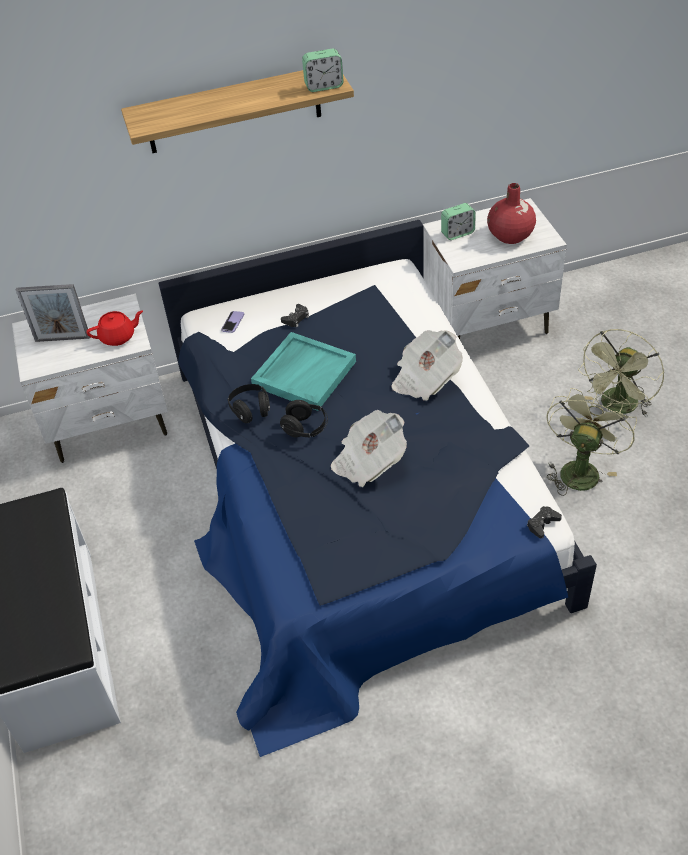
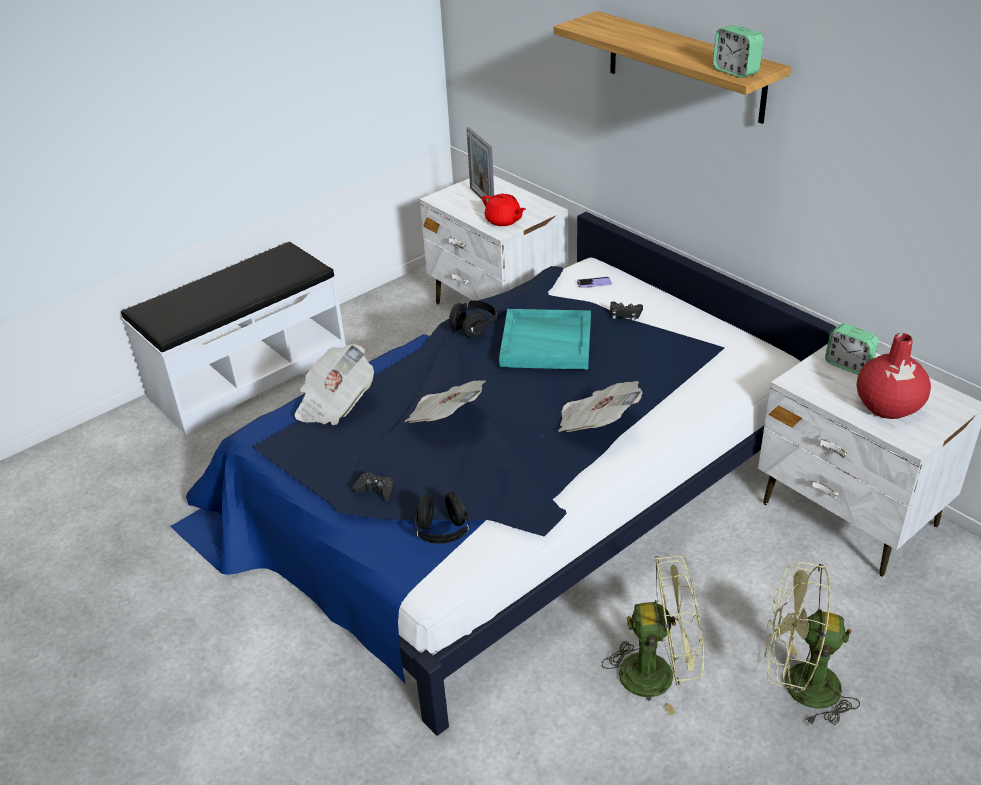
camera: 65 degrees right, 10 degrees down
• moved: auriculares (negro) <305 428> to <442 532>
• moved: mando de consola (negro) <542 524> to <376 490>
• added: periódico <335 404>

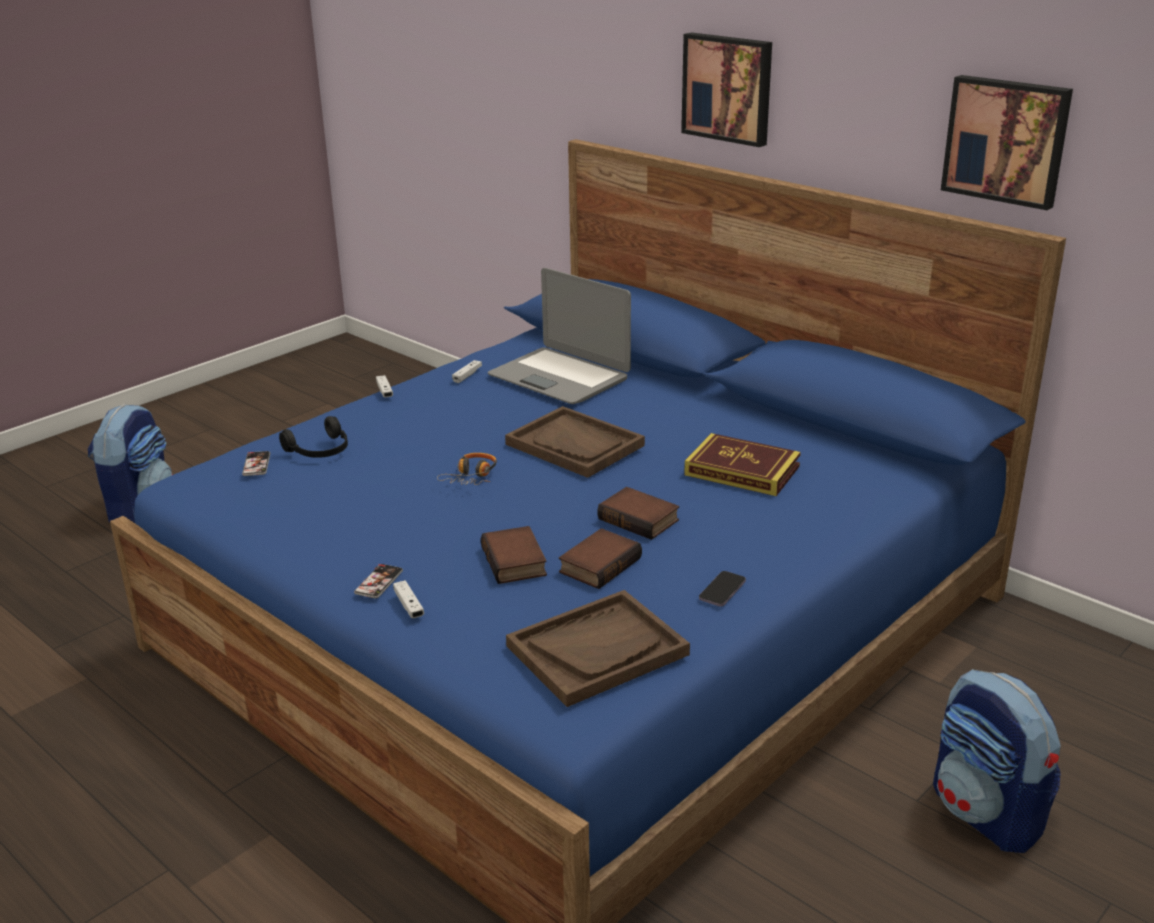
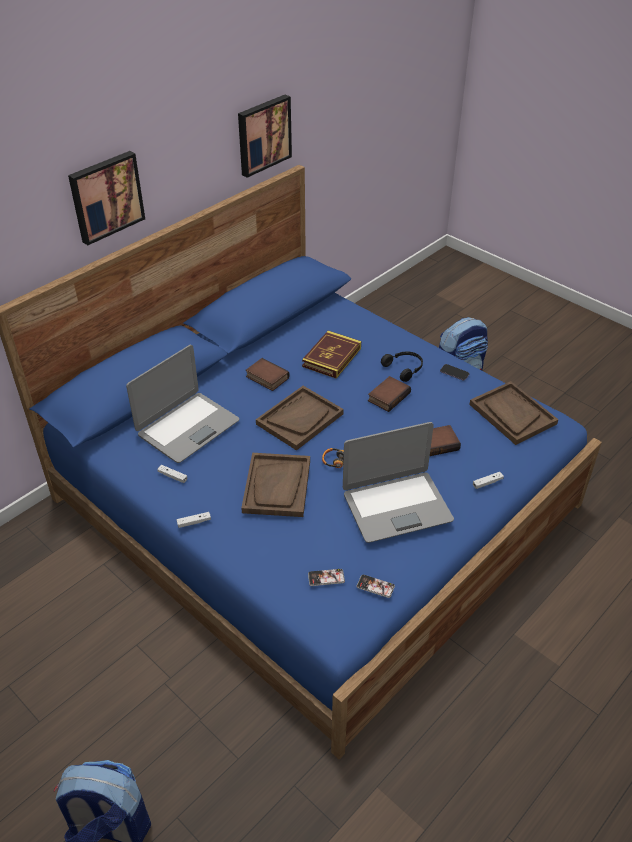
camera: 90 degrees left, 15 degrees up
• moved: auriculares (negro) <320 451> to <404 368>
• moved: libro <599 564> to <266 378>
• moved: móvil <379 582> to <375 586>
• added: portátil <396 506>
• added: bandeja (marrón) <277 486>

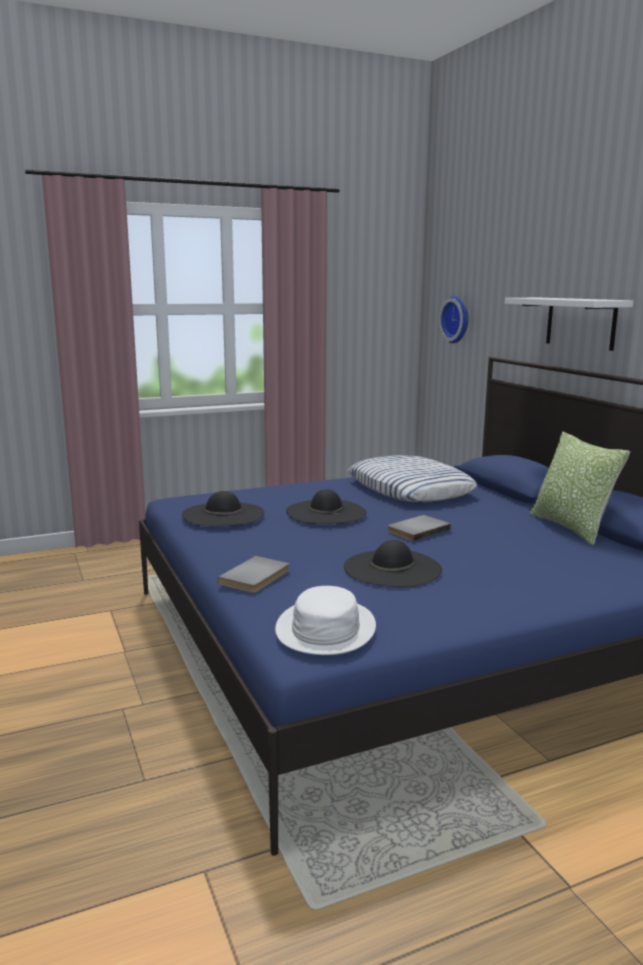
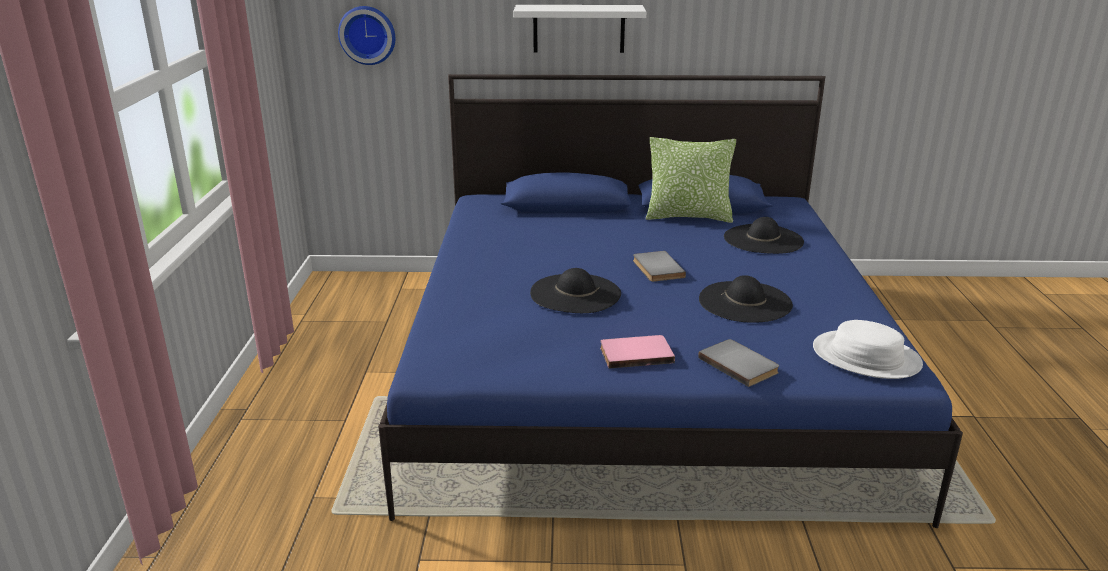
camera: 65 degrees left, 10 degrees up
• removed: cojín <410 489>
• moved: sombrero (negro) <223 514> to <763 239>
• added: libro (rosa) <635 353>

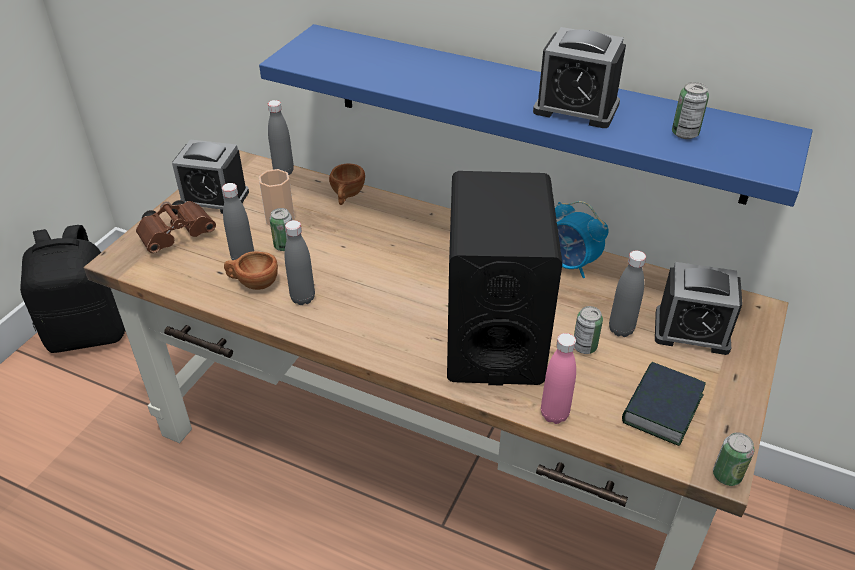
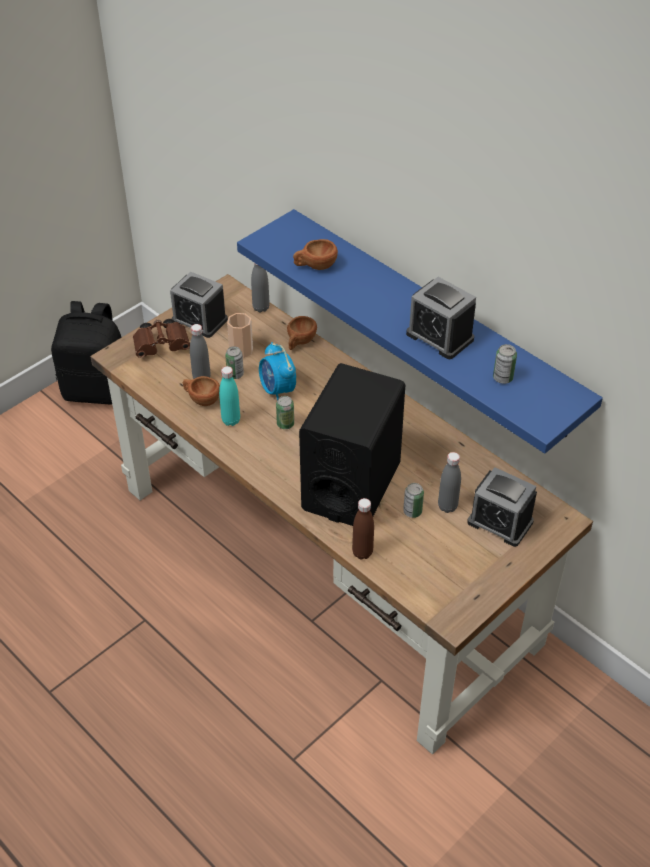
camera: 20 degrees right, 5 degrees up
• moved: despertador <571 264> to <277 390>
• recoloured: botella (gris) <303 298> to botella (turquesa) <231 420>
• recoloured: botella (rosa) <554 414> to botella (marrón) <362 552>
• removed: libro <661 409>
• moved: lata <726 475> to <285 424>
• added: taza (marrón) <315 266>

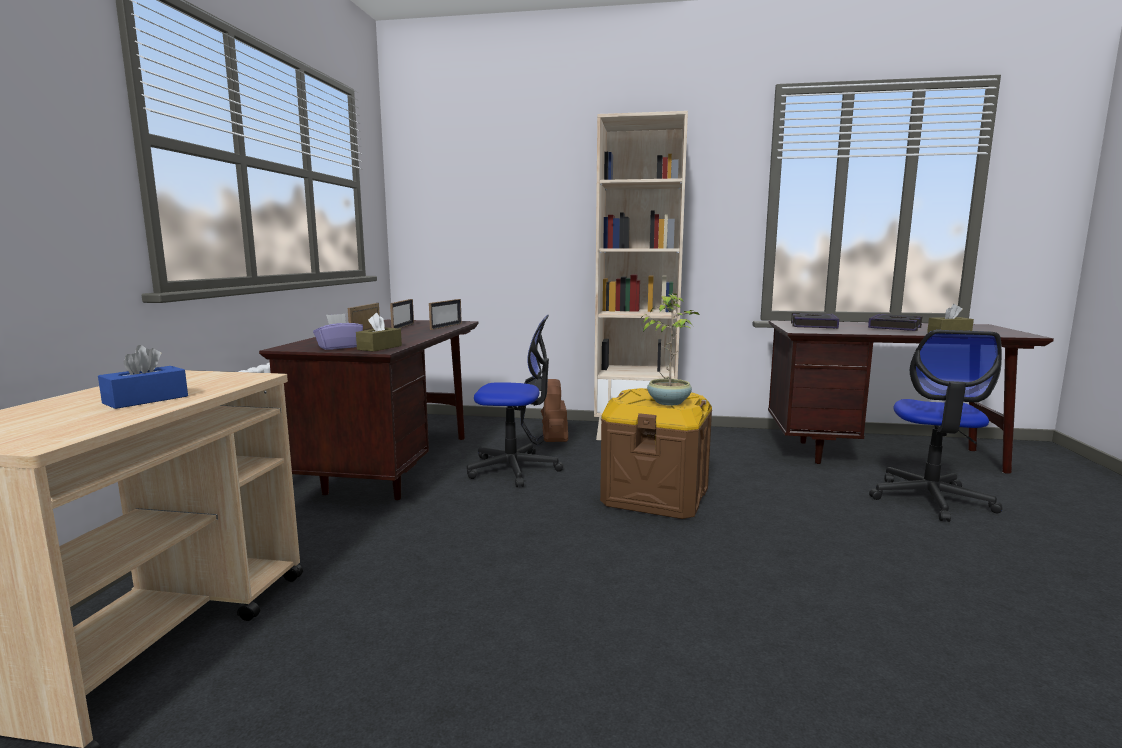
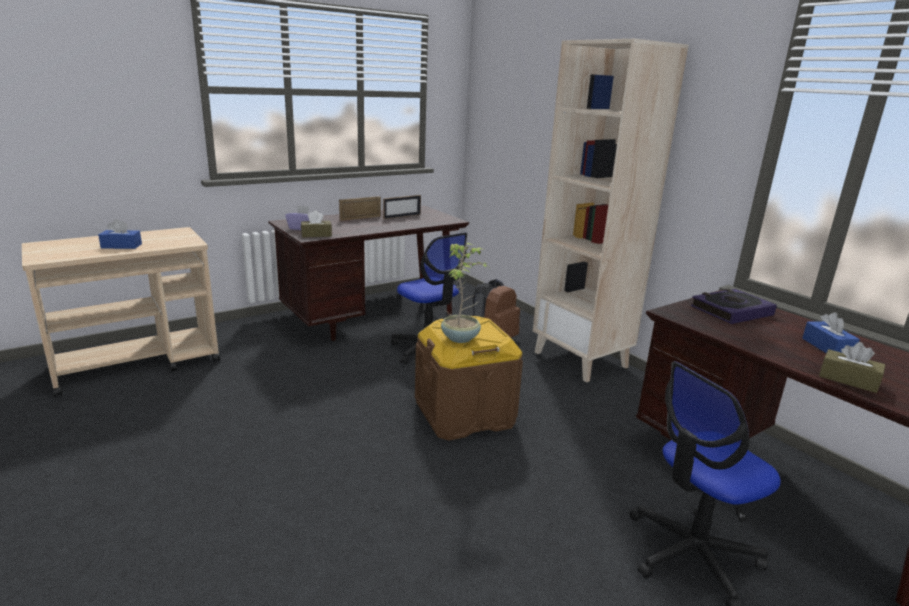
camera: 45 degrees right, 10 degrees up
• removed: portarretratos <446 326>
• replaced: libro <895 327> to caja de pañuelos (azul) <827 347>

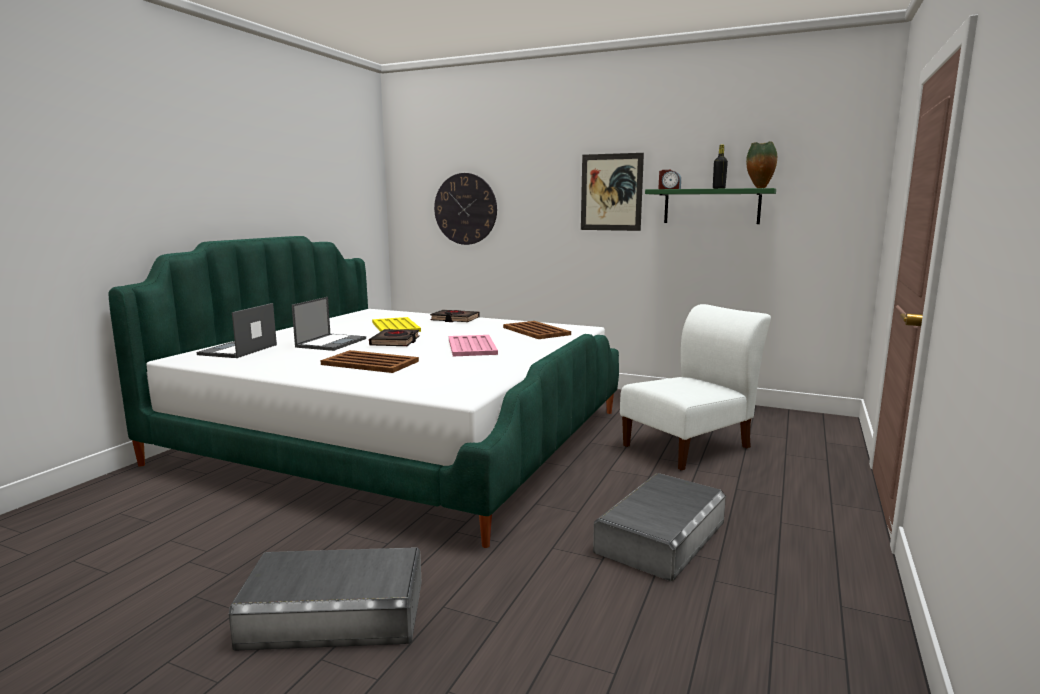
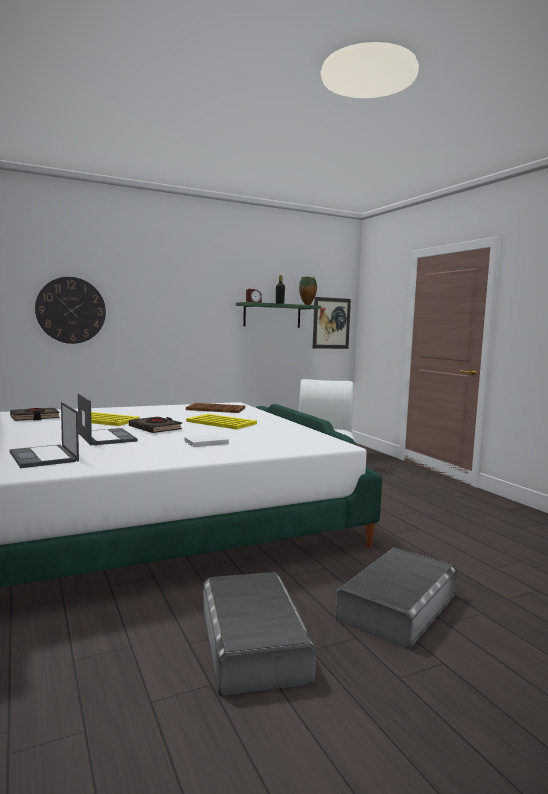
camera: 50 degrees left, 5 degrees down
• moved: cuadro <611 192> to <331 323>
• moved: libro (negro) <455 319> to <35 417>
• recoloured: bandeja (rosa) <471 347> to bandeja (amarillo) <221 423>
• replaced: bandeja (marrón) <369 363> to libro (blanco) <204 442>
• moved: caja de almacenaje (gris) <660 536> to <252 642>

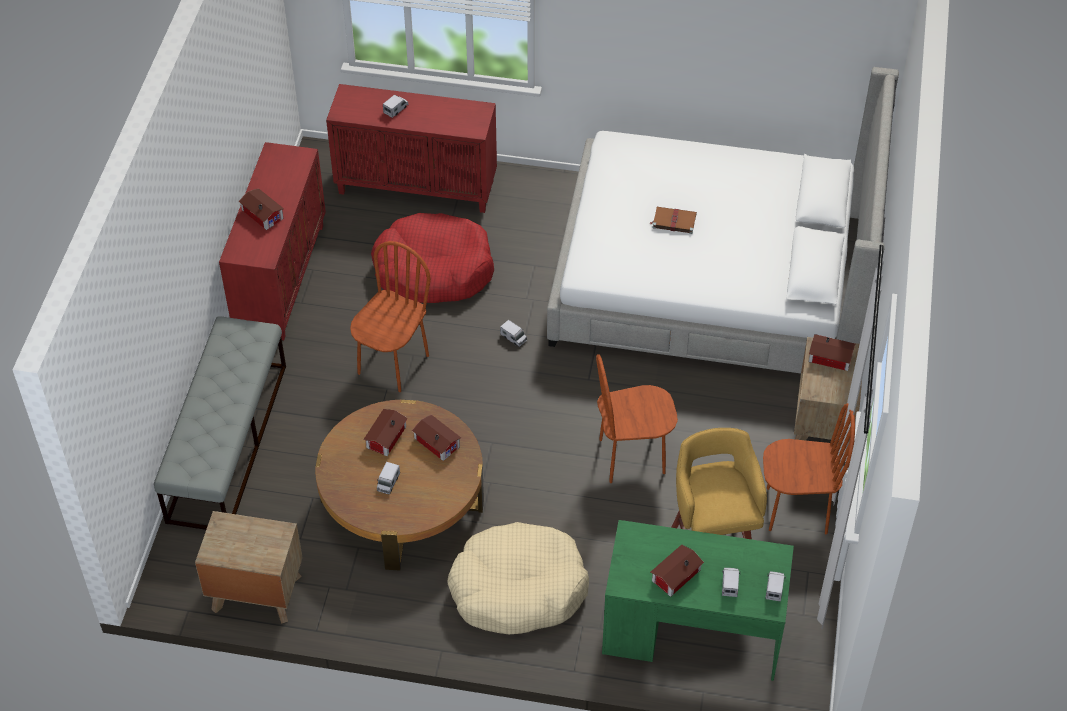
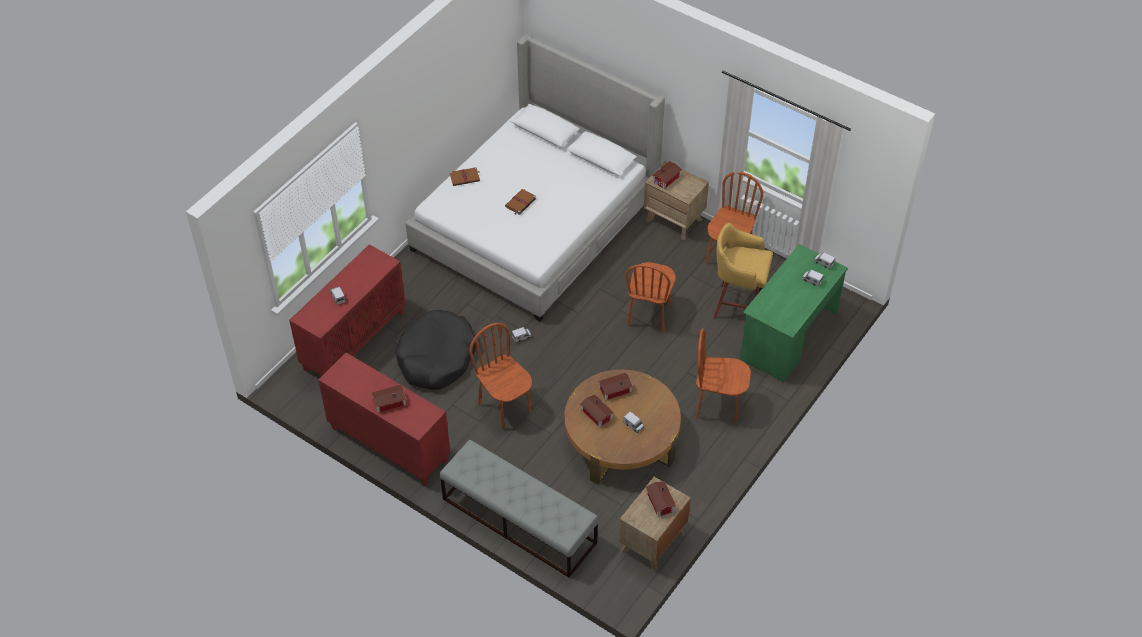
camera: 65 degrees left, 0 degrees up
• recoloured: cama para perro (rojo) <433 270> to cama para perro (negro) <436 358>
• replaced: cama para perro (beis) <518 589> to silla (marrón) <718 405>
• moved: casita <674 575> to <659 503>
• added: libro (marrón) <465 177>

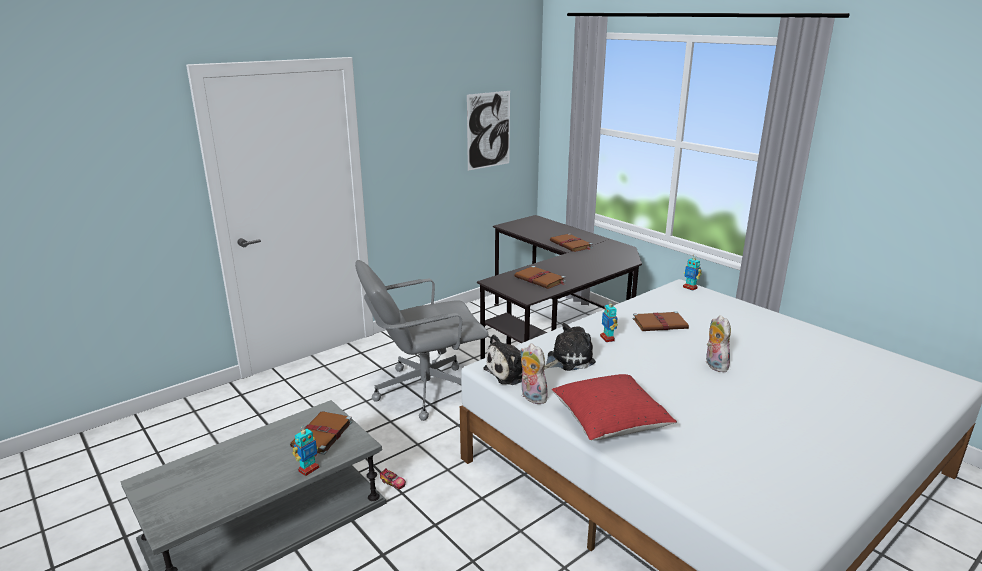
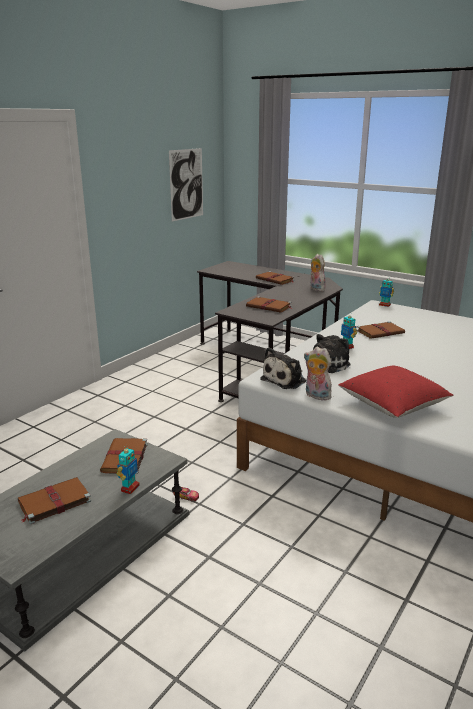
camera: 15 degrees left, 0 degrees up
• removed: silla de oficina (gris) <424 390>
• moved: peluche <714 365> to <316 289>
• added: libro (marrón) <53 502>

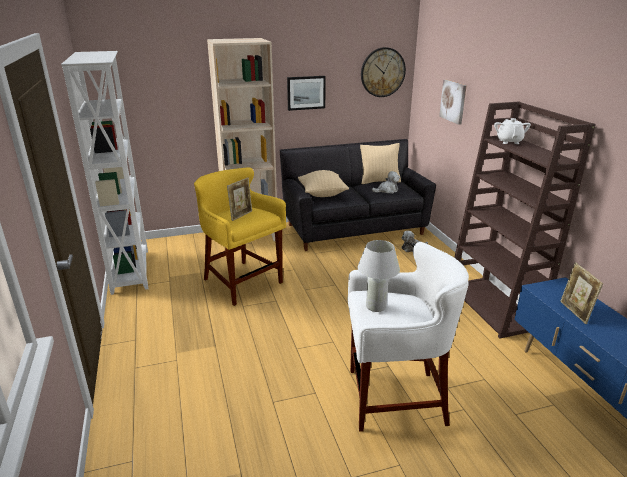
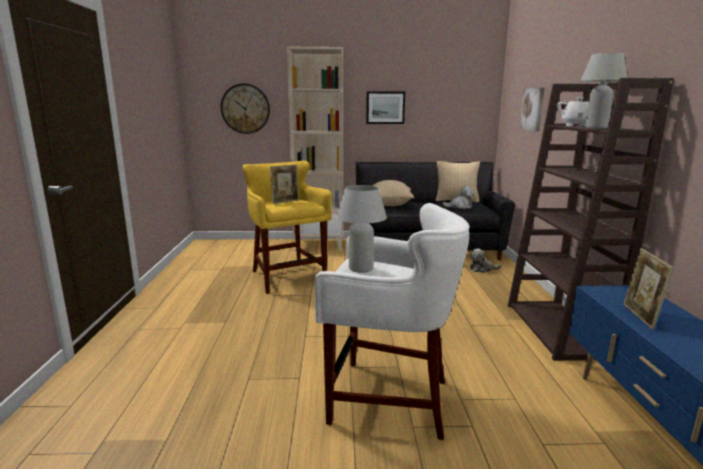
camera: 15 degrees right, 10 degrees down
• moved: reloj de pared <382 72> to <245 108>
• removed: estantería (blanco) <131 270>
• added: lámpara de mesa (blanco) <596 128>

